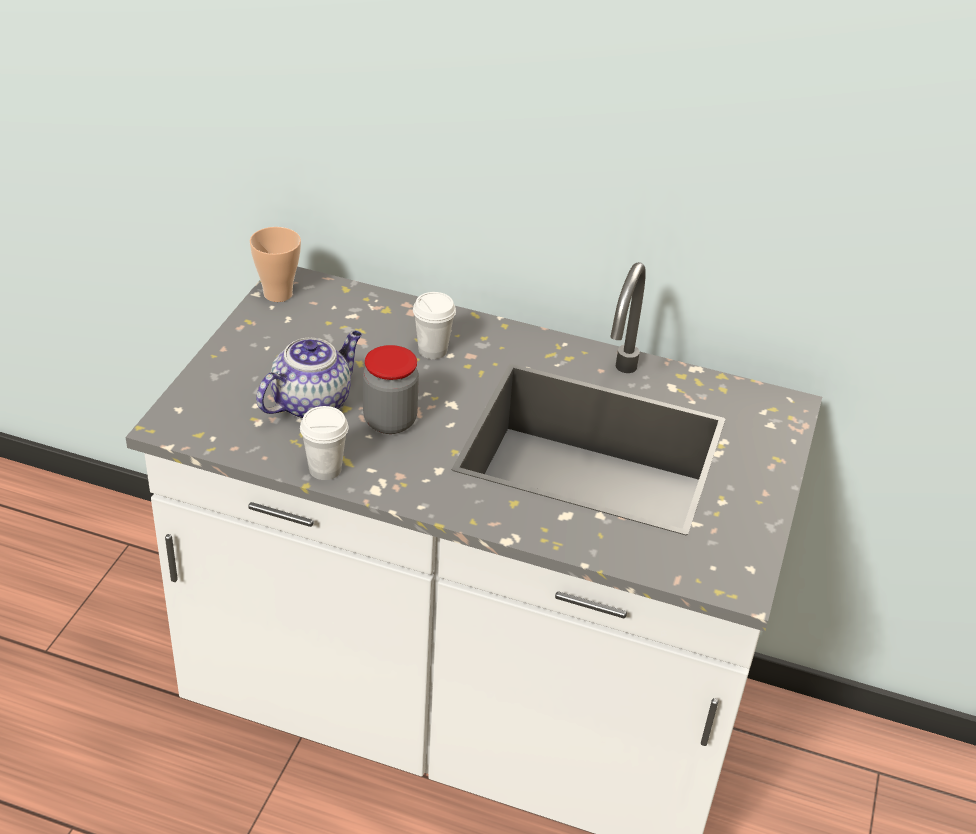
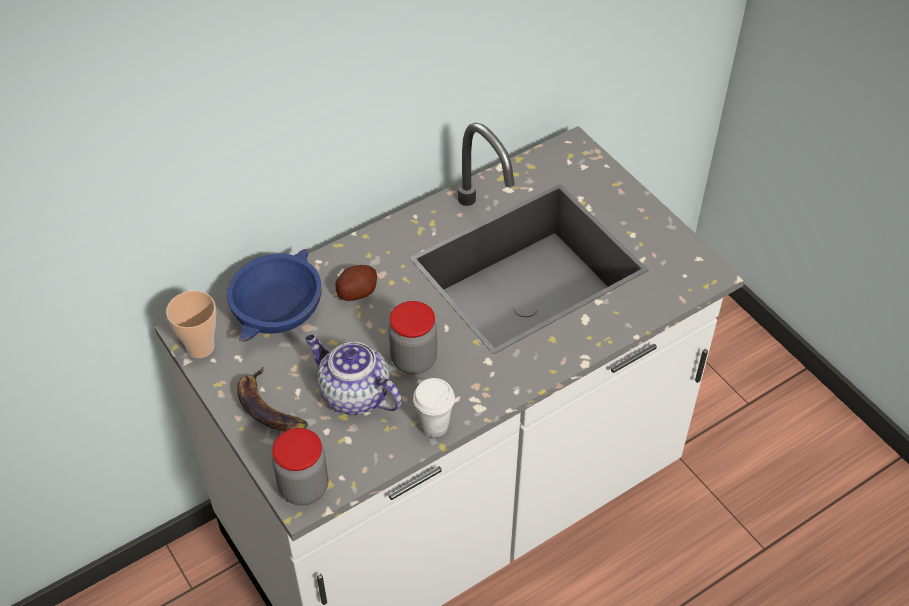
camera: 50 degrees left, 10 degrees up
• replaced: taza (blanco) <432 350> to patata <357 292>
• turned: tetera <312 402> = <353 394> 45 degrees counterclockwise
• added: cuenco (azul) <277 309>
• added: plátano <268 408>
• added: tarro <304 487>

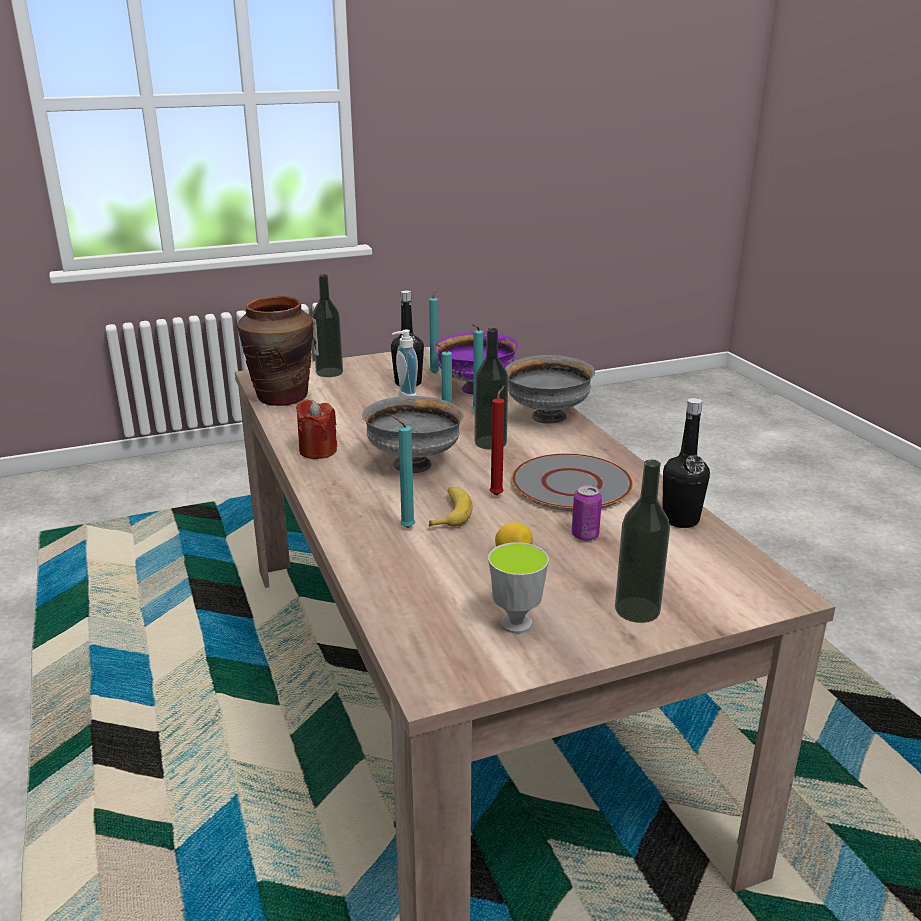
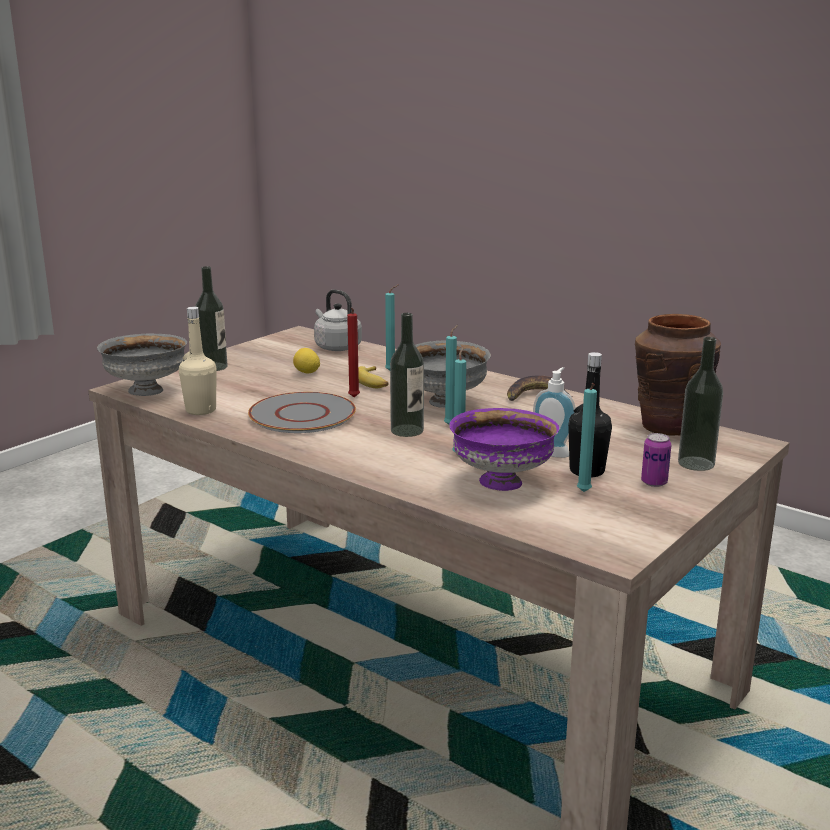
camera: 150 degrees right, 5 degrees down
• moved: cuenco (gris) <548 418> to <146 390>
• recoloured: botella (negro) <680 519> to botella (beis) <201 410>
• replaced: vela (rojo) <318 451> to plátano <535 395>
• moved: lata <585 535> to <654 482>
• removed: taza <516 623>
• added: hervidor (gris) <336 347>

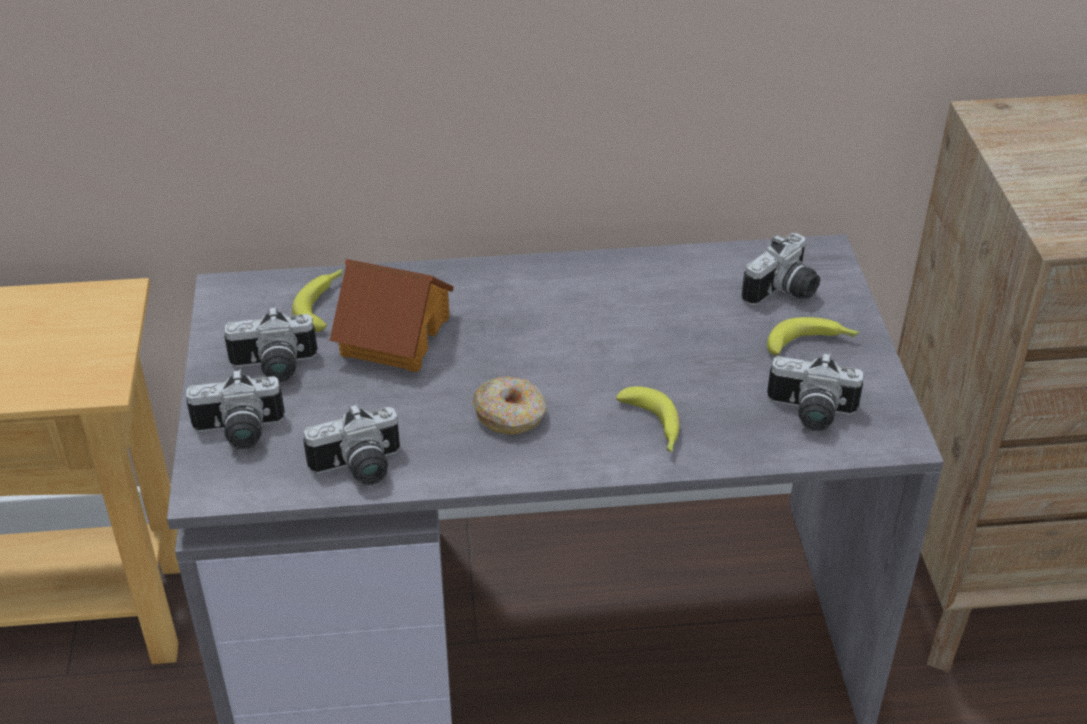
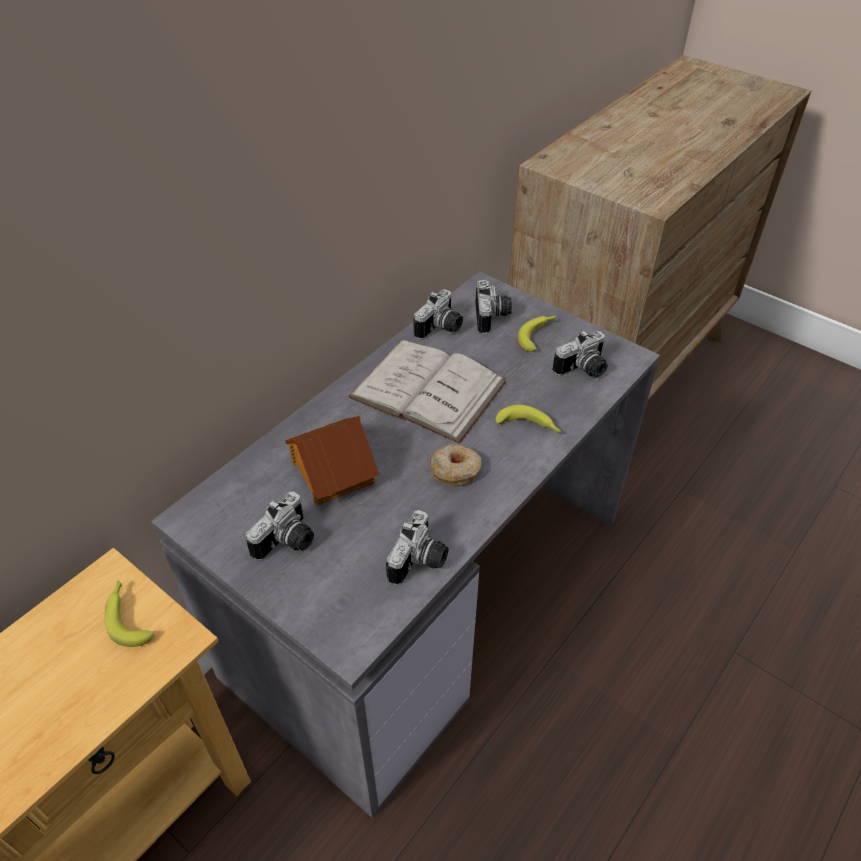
camera: 45 degrees left, 5 degrees up
• moved: plátano <323 305> to <128 616>
• moved: cámara <239 433> to <441 329>
• added: libro (blanco) <428 390>

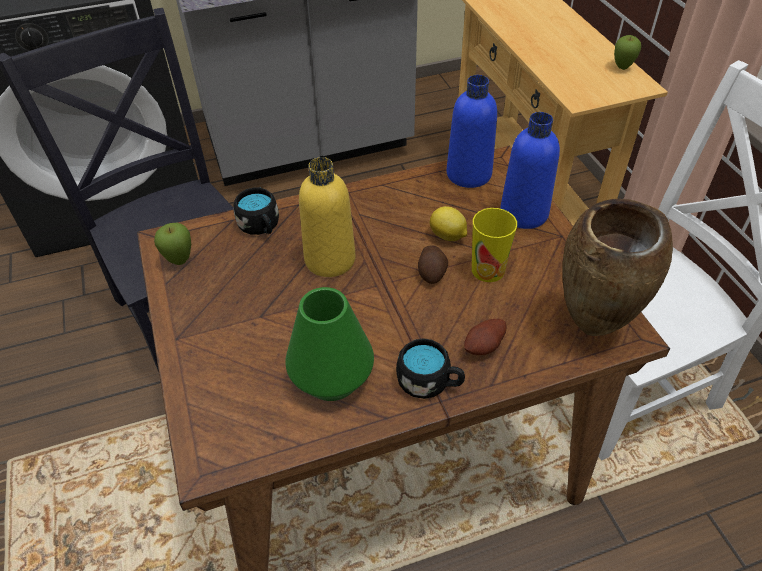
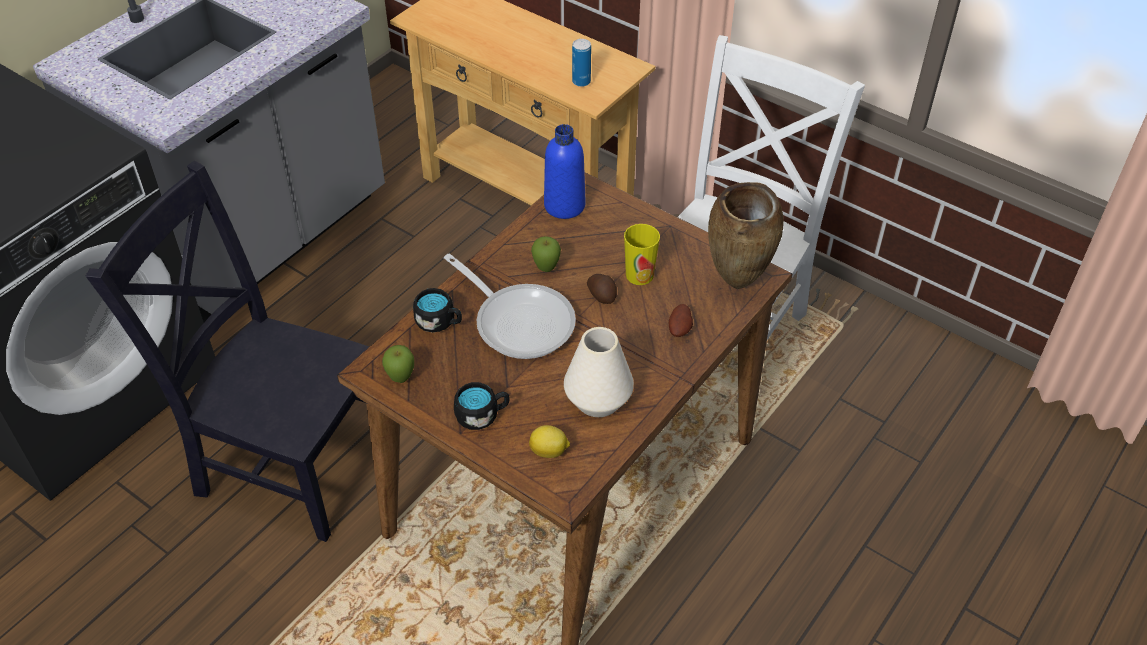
camera: 35 degrees left, 0 degrees up
• moved: manzana <622 67> to <546 269>
• removed: botella (azul) <524 213>
• replaced: botella (amarillo) <330 259> to sartén <519 321>
• moved: limón <448 236> to <549 452>
• recoloured: florero (verde) <332 378> to florero (blanco) <598 400>
• moved: taza grande (negro) <430 382> to <482 415>
• added: lata <581 82>

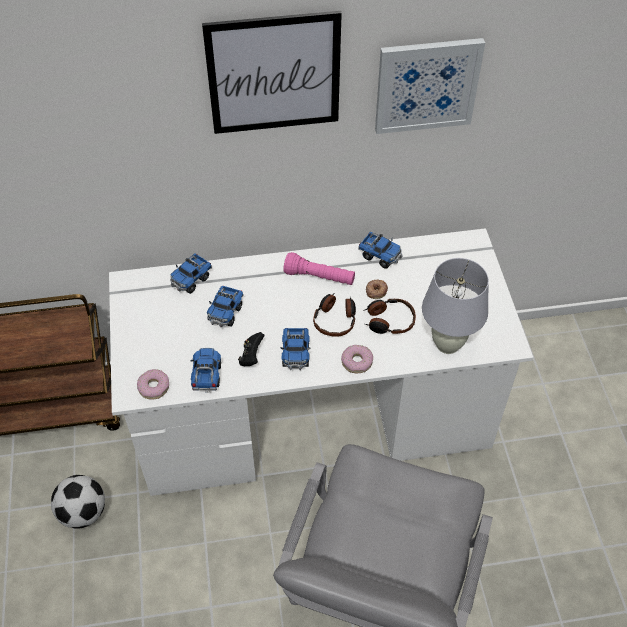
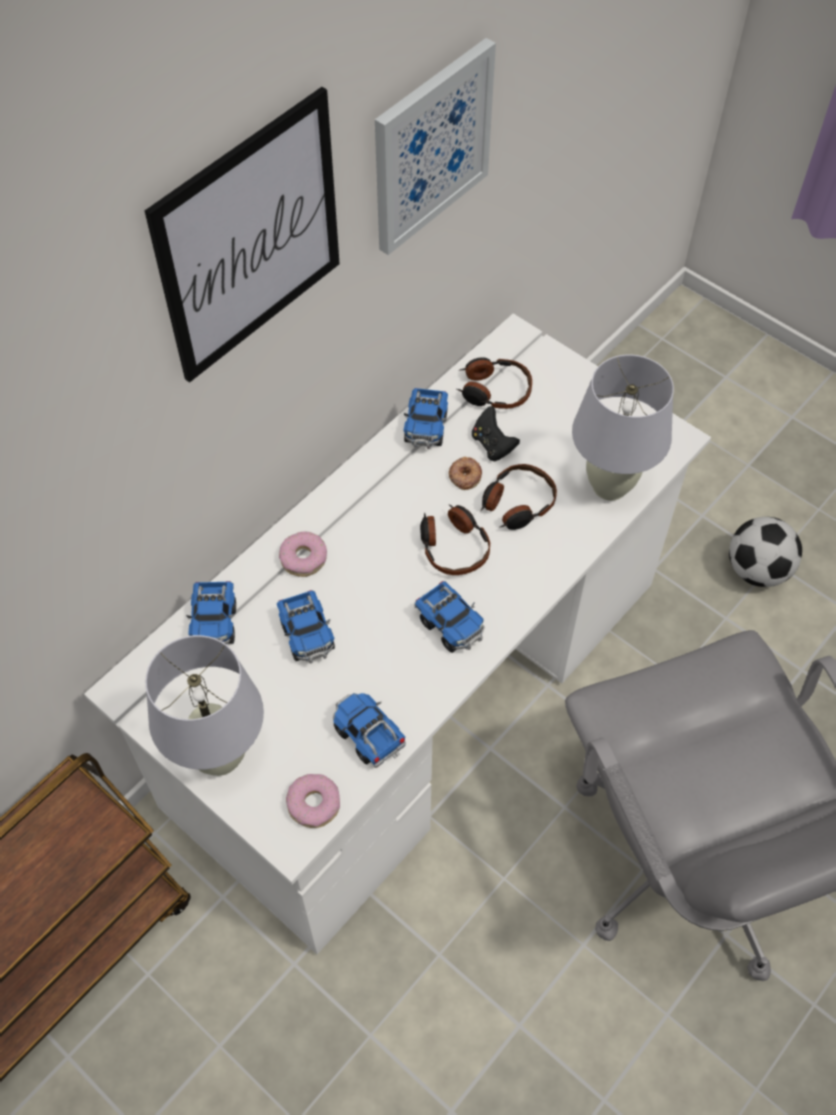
camera: 40 degrees left, 5 degrees up
• turned: camión de juguete <380 256> = <426 428> 105 degrees clockwise
• removed: linterna (rosa) <319 277>
• moved: mando de consola (negro) <251 356> to <492 445>
• moved: rosquilla <357 362> to <303 558>
• moved: balón de fútbol <83 512> to <757 570>
• added: auriculares <493 390>
• added: lámpara de mesa (blanco) <220 757>

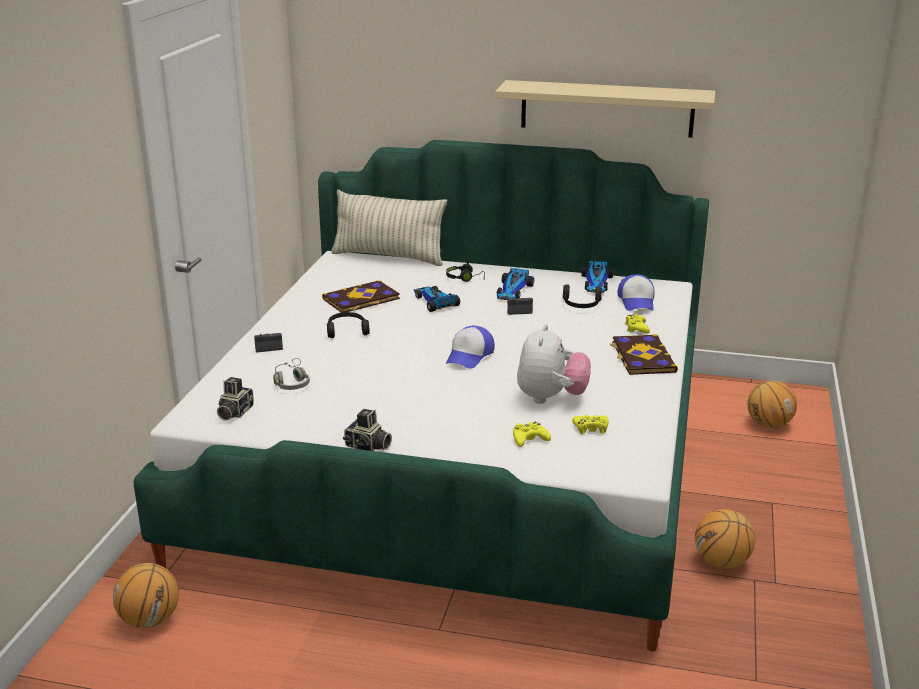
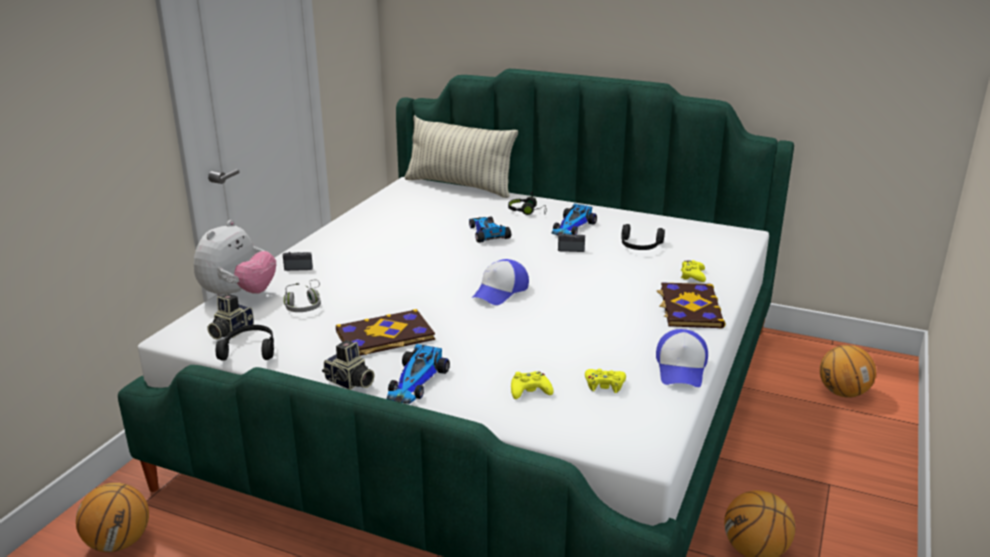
camera: 10 degrees right, 0 degrees up
• removed: estante (beis) <606 108>
• moved: coche de juguete <597 283> to <416 382>
• moved: gorra <637 301> to <681 368>
• moved: libro <361 299> to <385 336>
• moved: auriculares (negro) <347 330> to <250 349>
• moved: peluche <551 398> to <238 295>

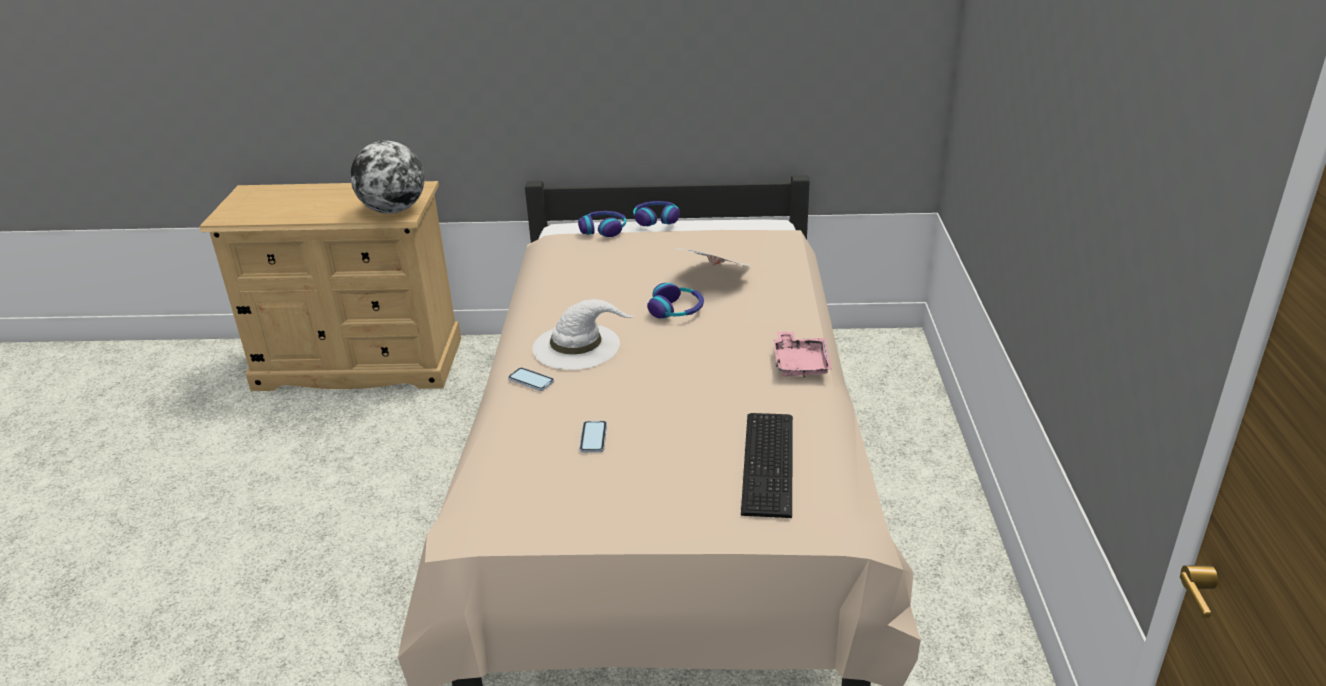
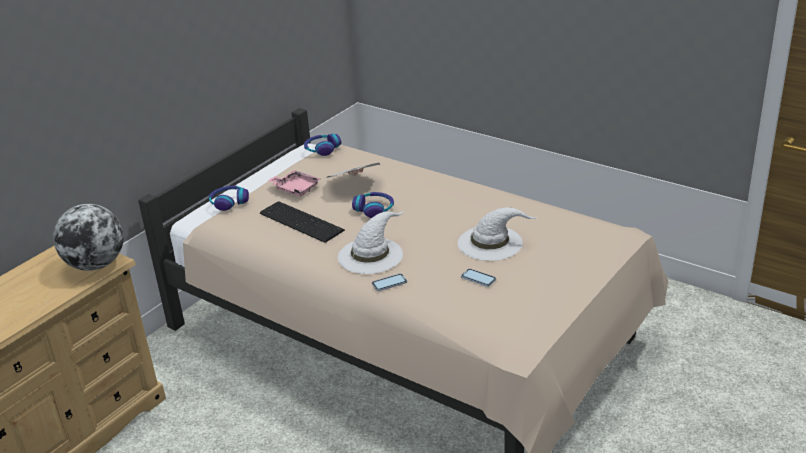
camera: 55 degrees left, 0 degrees up
• moved: auriculares <656 219> to <322 149>
• moved: bandeja (rosa) <800 363> to <295 188>
• moved: teclado <771 462> to <302 220>
• added: sombrero (blanco) <491 242>

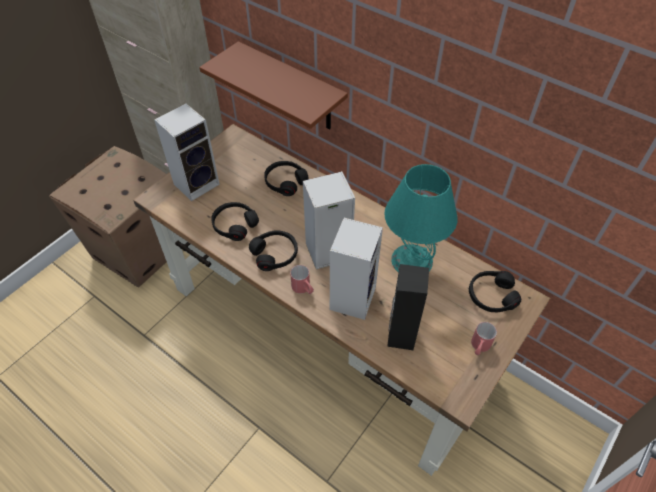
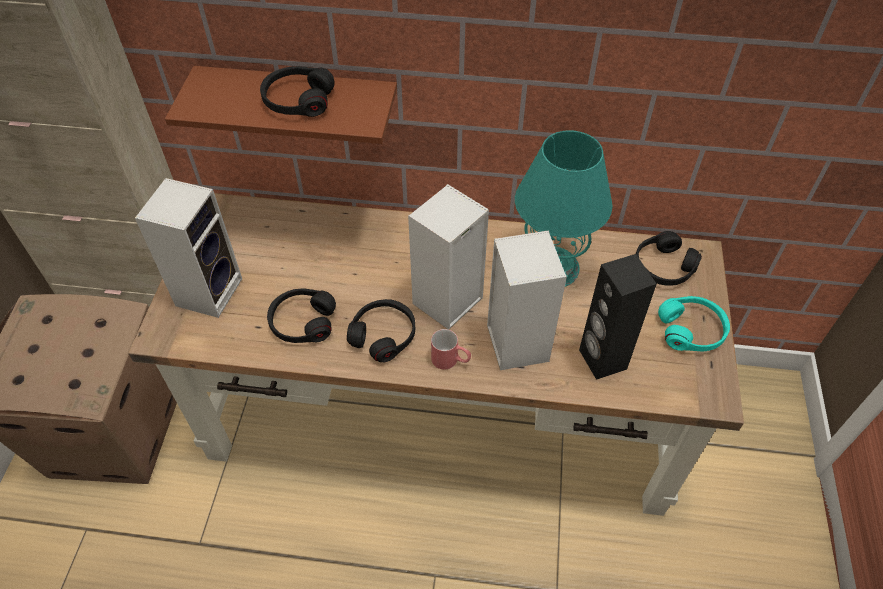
camera: 30 degrees left, 0 degrees up
• moved: auriculares (negro) <285 182> to <298 100>
• replaced: taza grande (rojo) <479 347> to auriculares (turquesa) <691 330>

